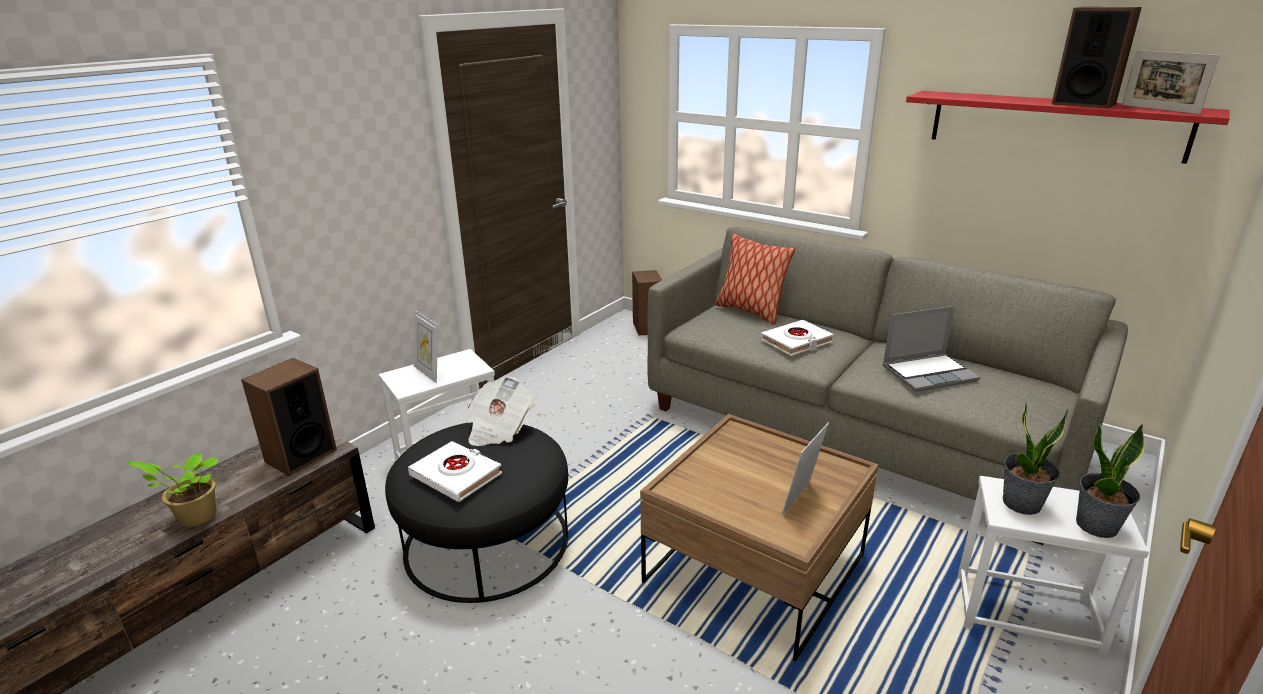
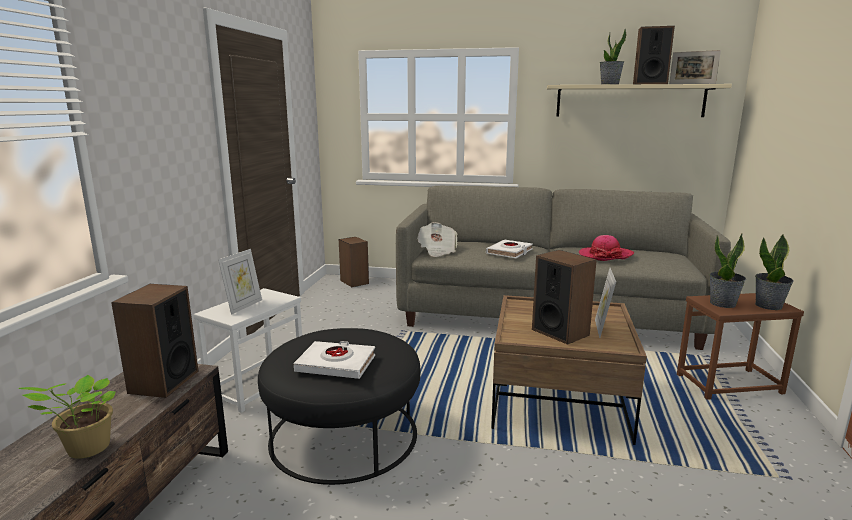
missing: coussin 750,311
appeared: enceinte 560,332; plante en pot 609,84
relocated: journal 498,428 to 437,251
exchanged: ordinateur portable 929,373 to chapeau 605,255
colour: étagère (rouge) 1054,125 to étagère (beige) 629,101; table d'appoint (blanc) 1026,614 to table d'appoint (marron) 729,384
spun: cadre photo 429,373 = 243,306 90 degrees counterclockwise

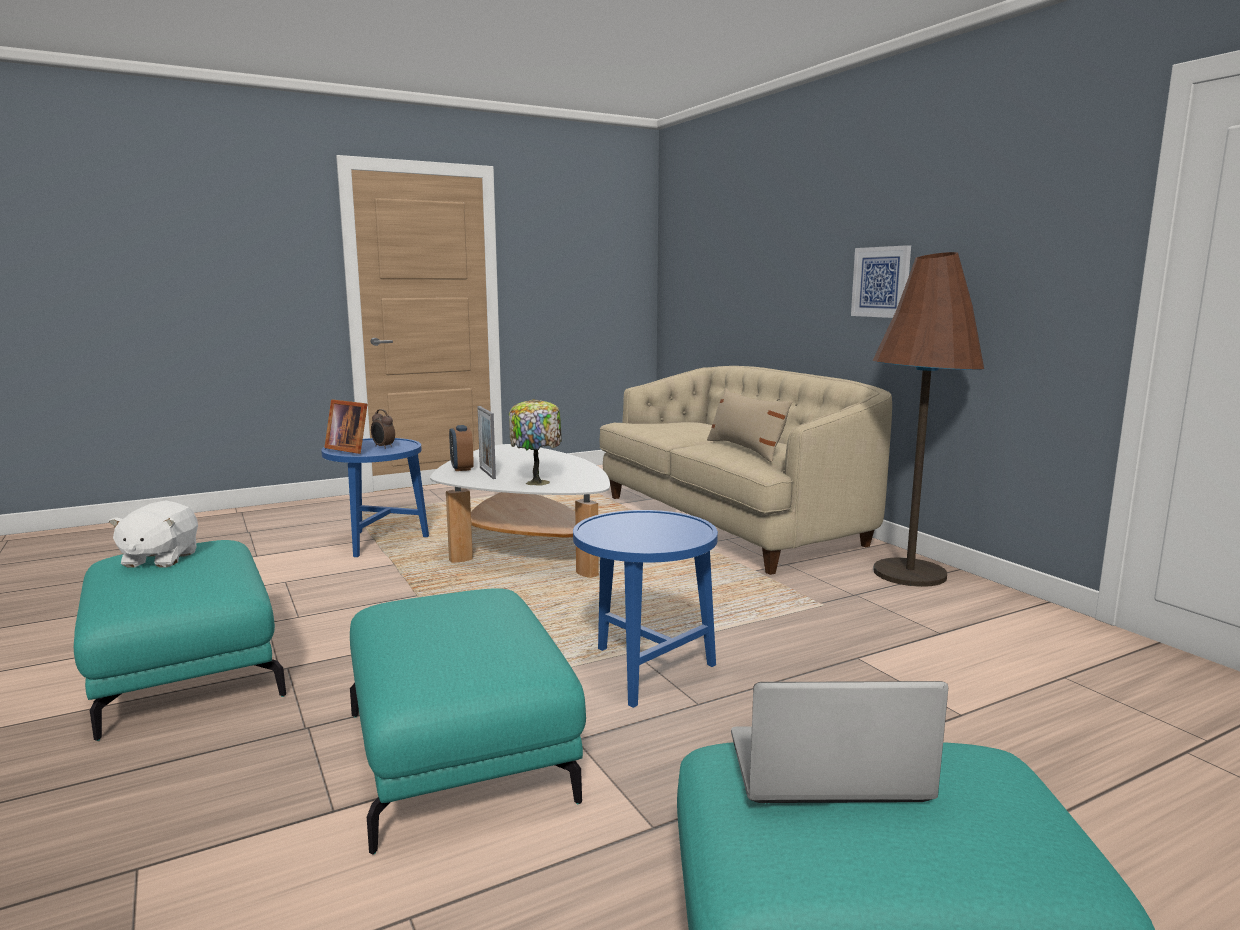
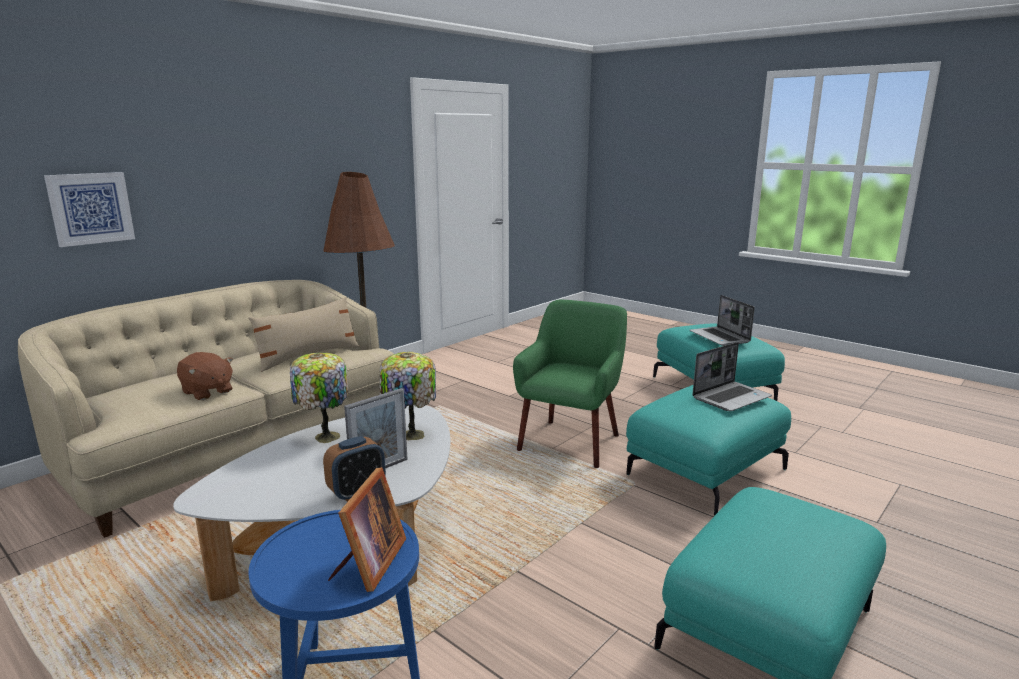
missing: peluche (blanc) 159,559; réveil 383,447
appeared: peluche (marron) 207,392; lampe de table 325,436; ordinateur portable 731,397
relocated: tableau 881,282 to 91,208
exchanged: table d'appoint (bleu) 644,670 to fauteuil (vert) 571,442

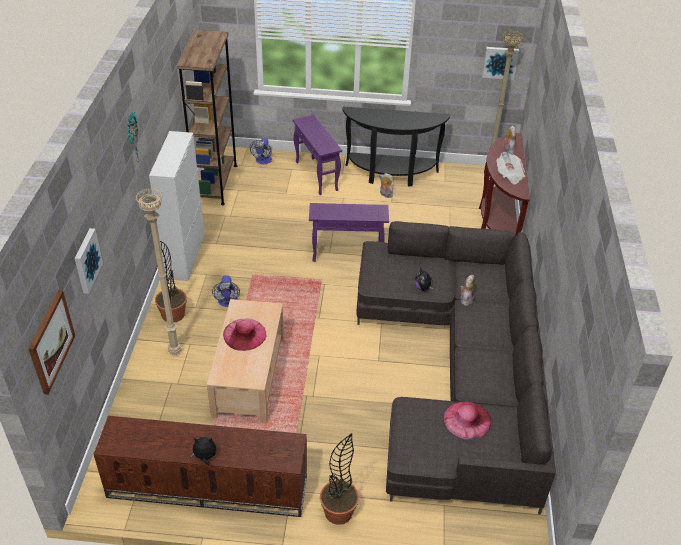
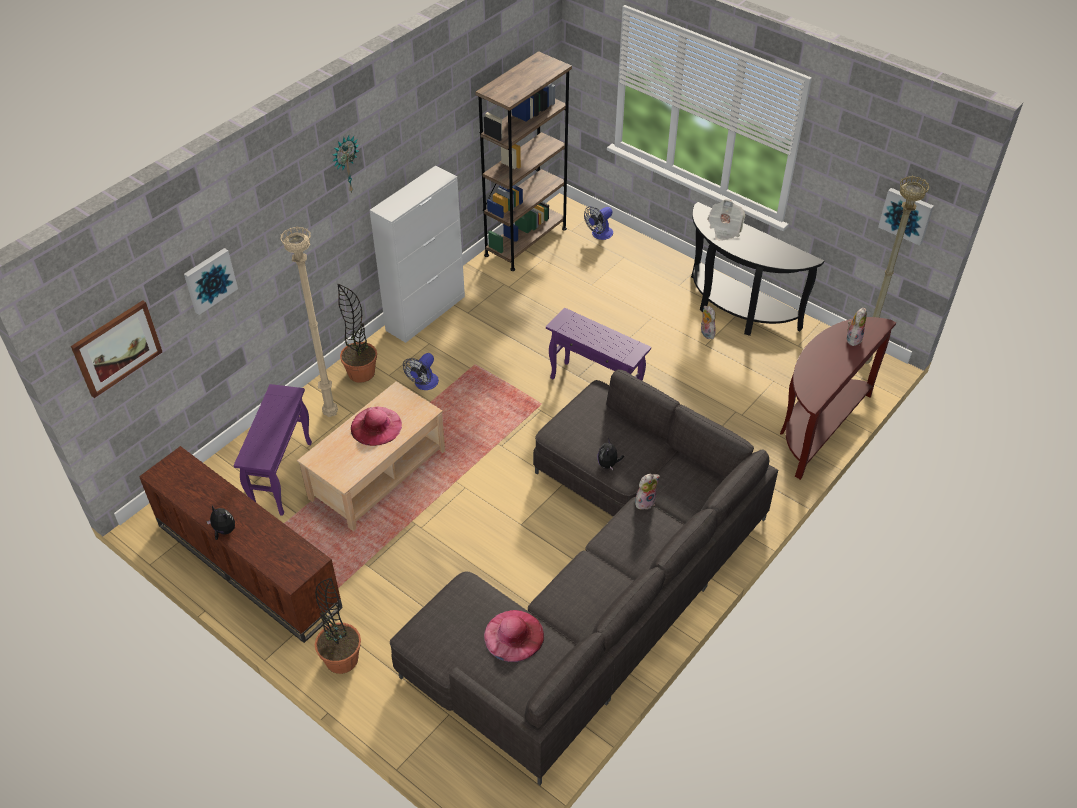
relocated: table d'appoint (violet) 316,176 to 283,476; journal 509,175 to 724,229

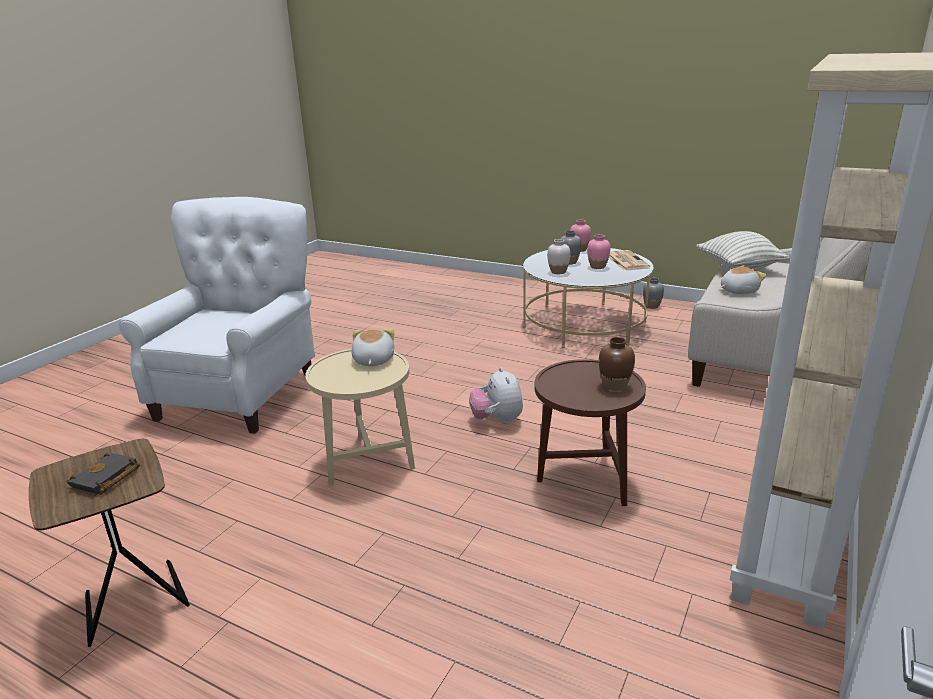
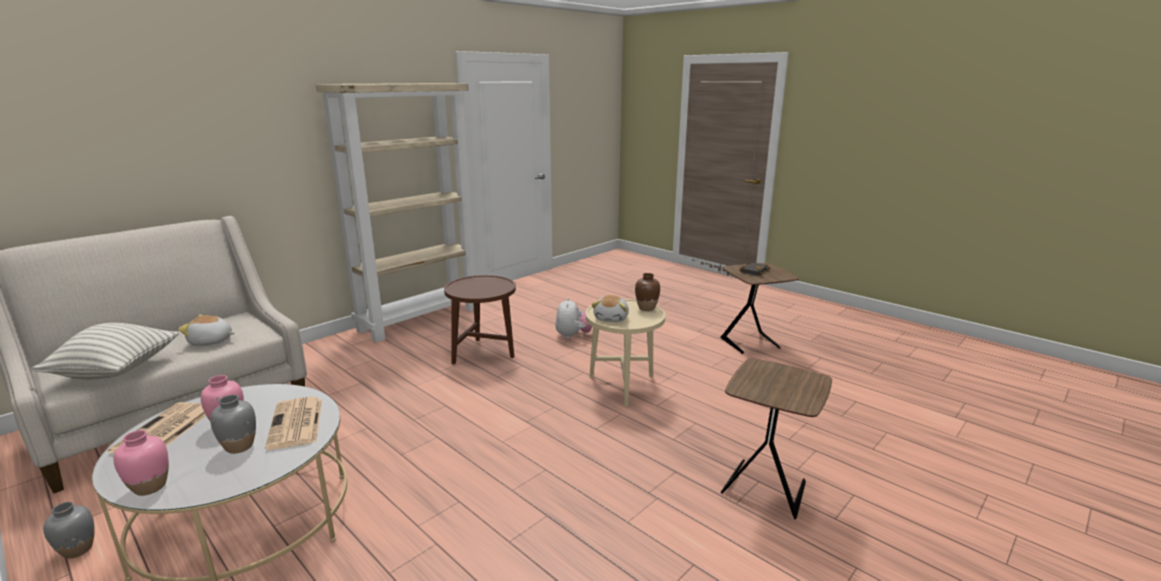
relocated: peluche 497,420 to 573,336; vase (marron) 614,385 to 647,308
exchanged: fauteuil (blanc) 242,393 to table d'appoint (marron) 765,486; vase (blanc) 558,272 to journal 296,424

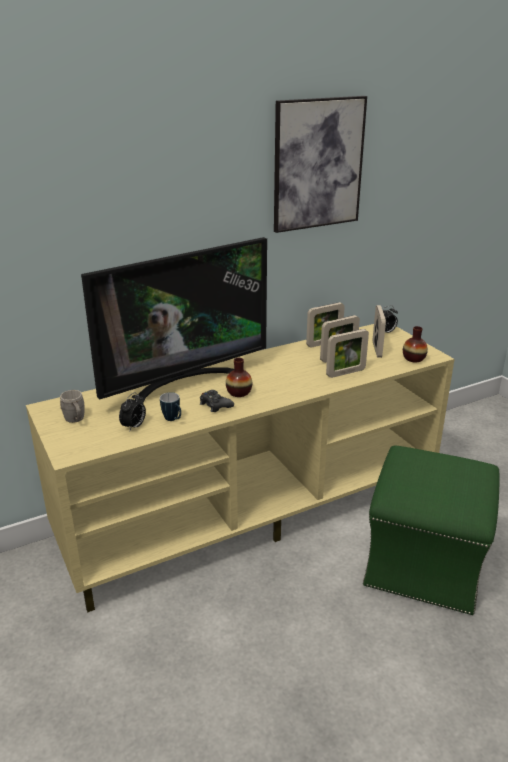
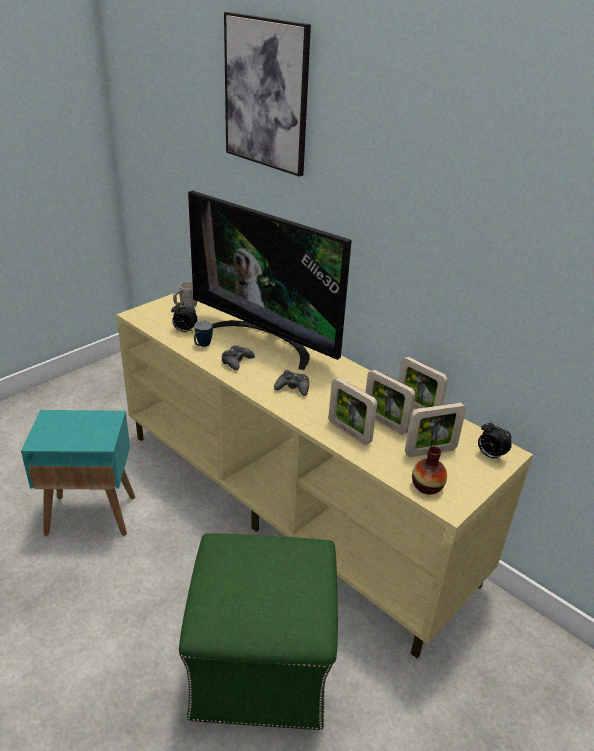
missing: vase 239,392
appeared: table d'appoint (turquoise) 92,515; manette (noir) 293,388
relocated: tableau 318,164 to 266,94

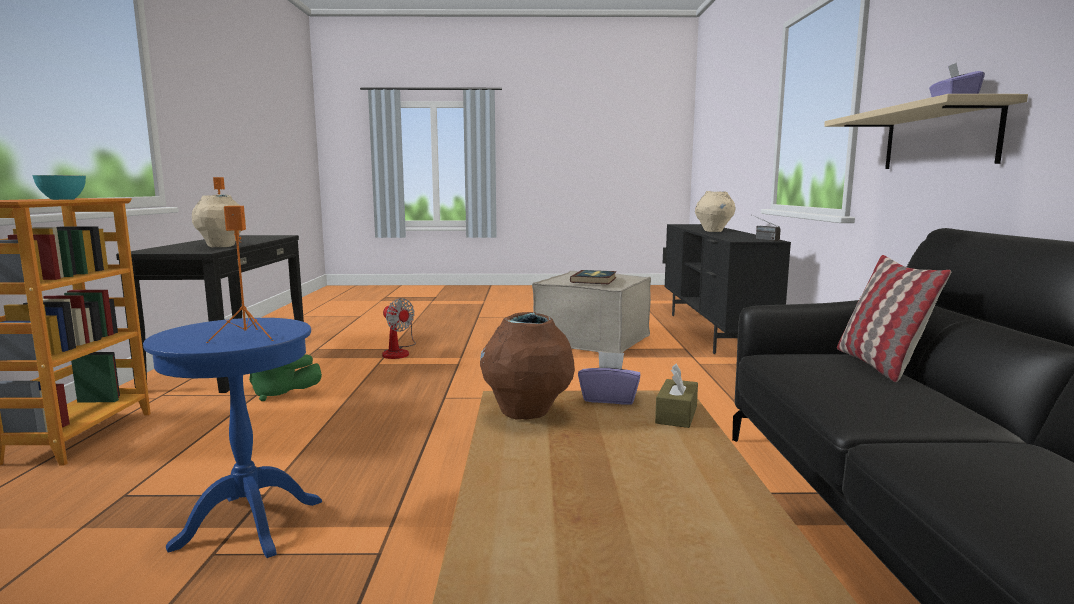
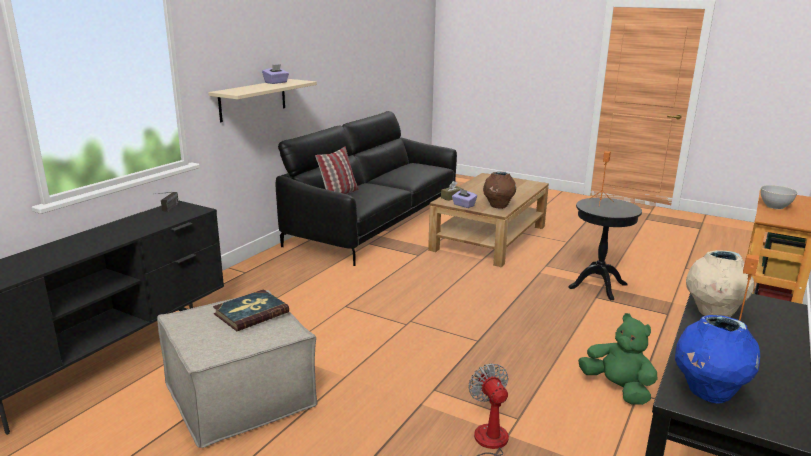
missing: vase (beige) 713,231
appeared: vase (bleu) 707,392
colour: bol (turquoise) 62,199 to bol (gris) 775,206; table d'appoint (bleu) 249,524 to table d'appoint (noir) 597,286

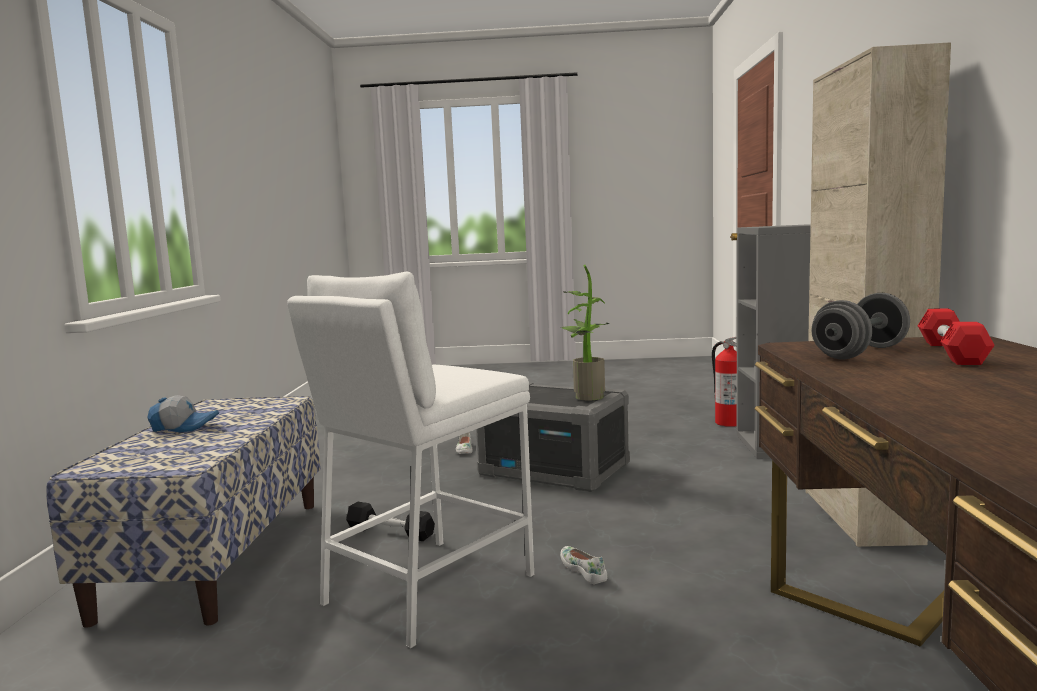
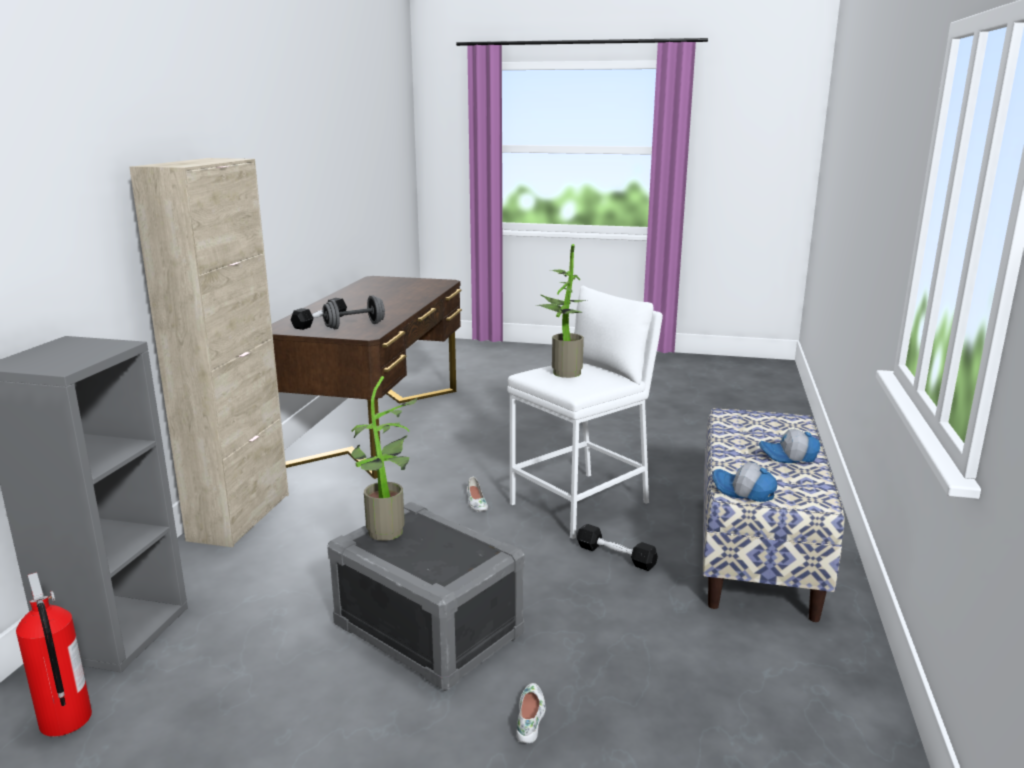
appeared: plante en pot 562,372; casquette 743,492
colour: haltère (rouge) 951,352 to haltère (noir) 320,322

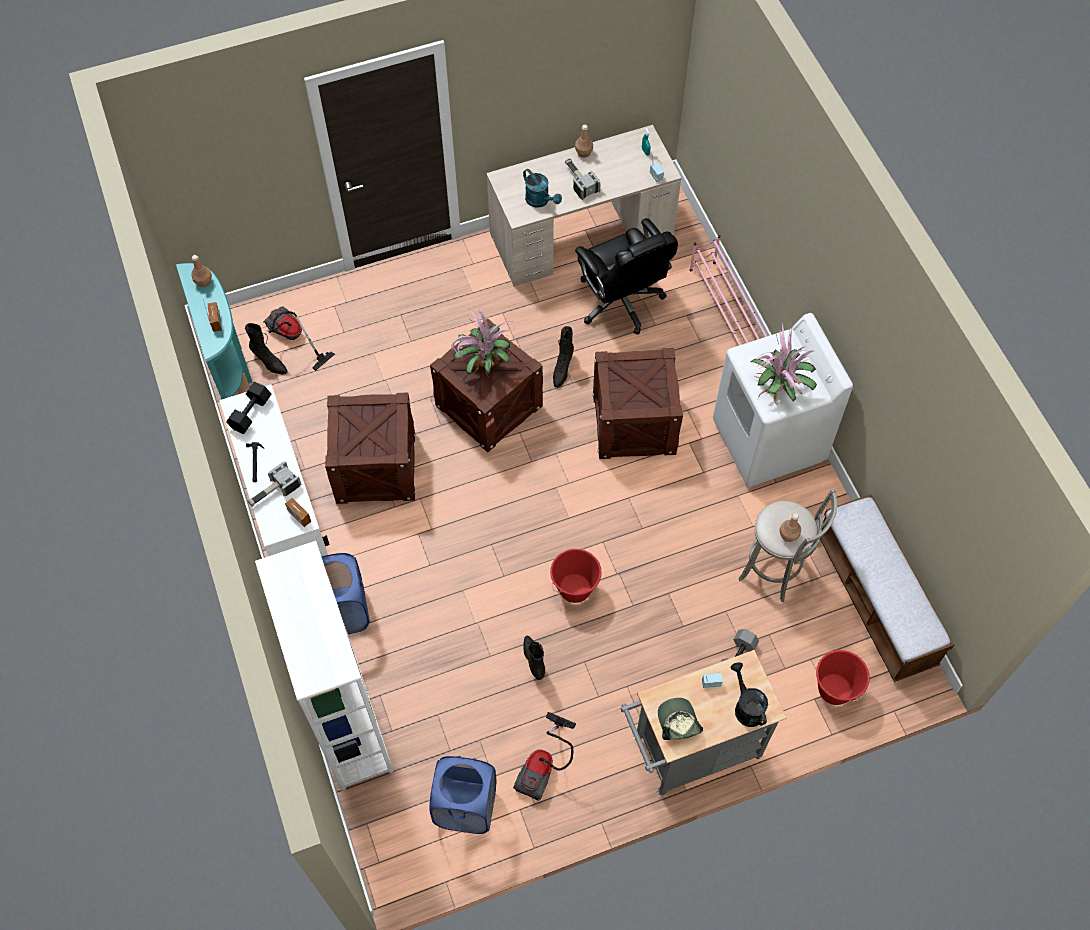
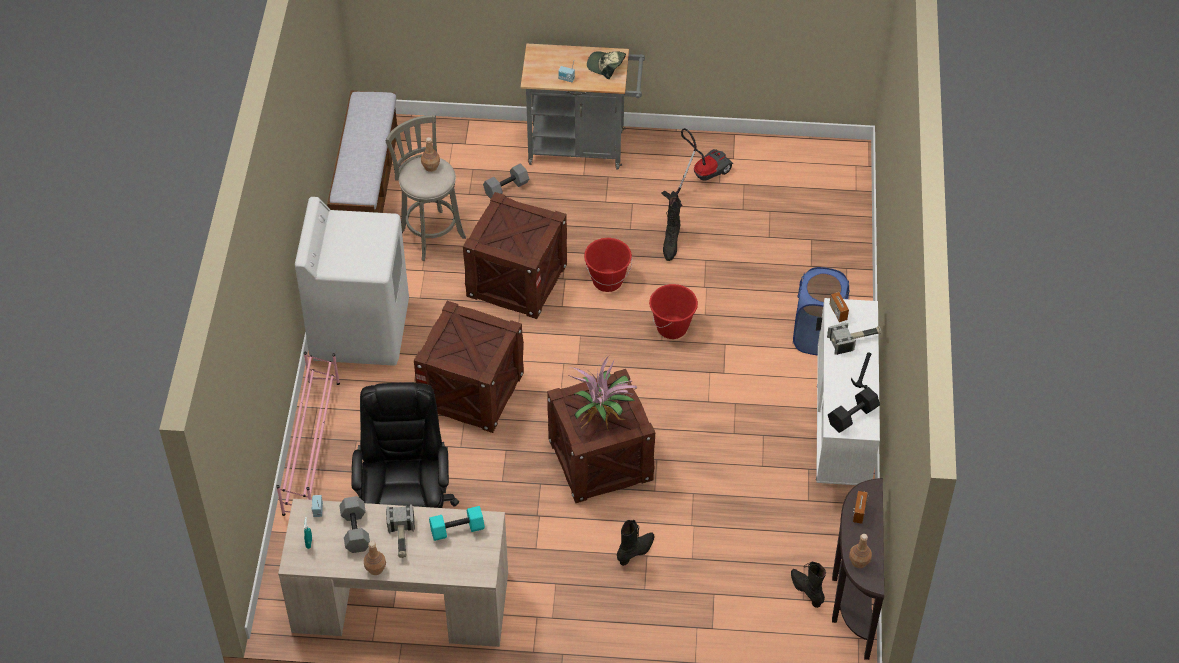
missing: bibliothèque (blanc) 348,721; aspirateur 292,338; panier à linge (bleu) 465,807; arrosoir (noir) 746,706; plante en pot 778,390
appeared: haltère (gris) 356,531
relocated: caisse 376,467 to 516,280; botte (noir) 562,369 to 636,552; seau (rouge) 834,689 to 672,328
exchanged: arrosoir (turquoise) 540,201 to haltère (turquoise) 457,530
colour: table console (turquoise) 230,368 to table console (marron) 851,601
spun: casquette 678,722 = 606,66 105 degrees clockwise

